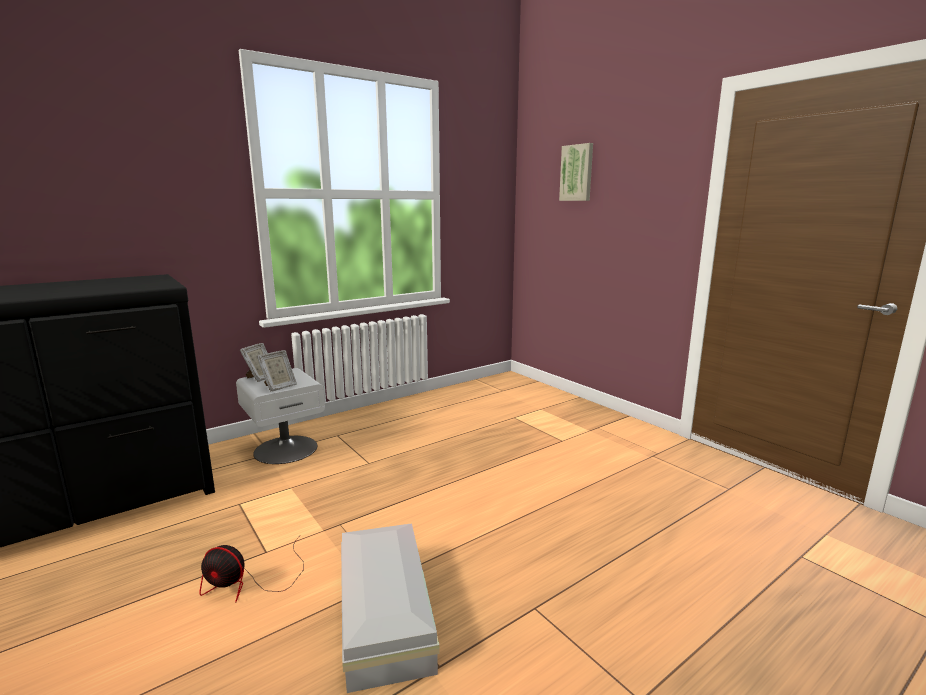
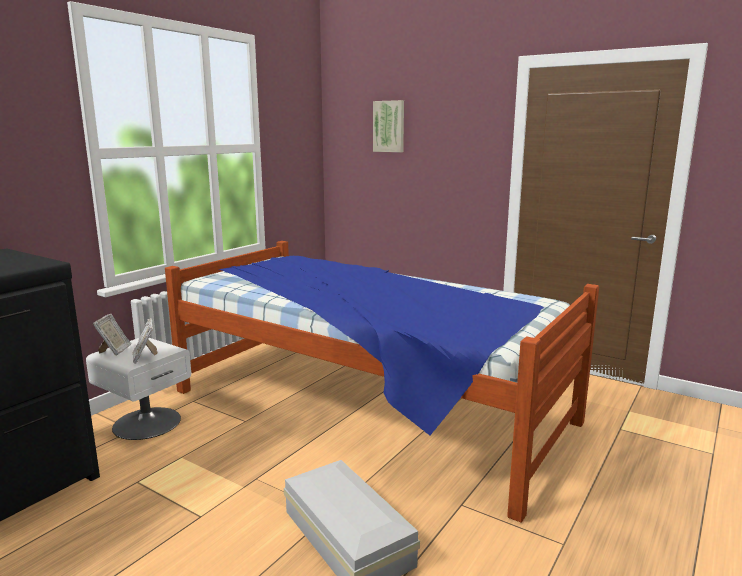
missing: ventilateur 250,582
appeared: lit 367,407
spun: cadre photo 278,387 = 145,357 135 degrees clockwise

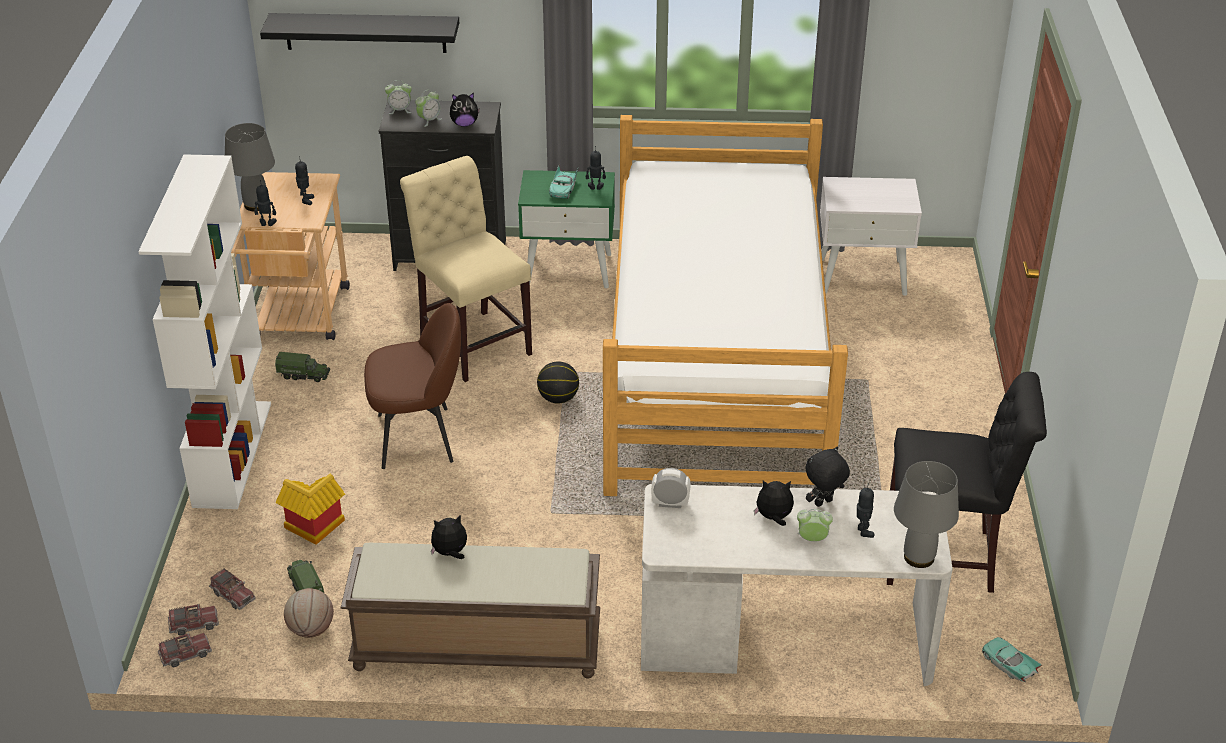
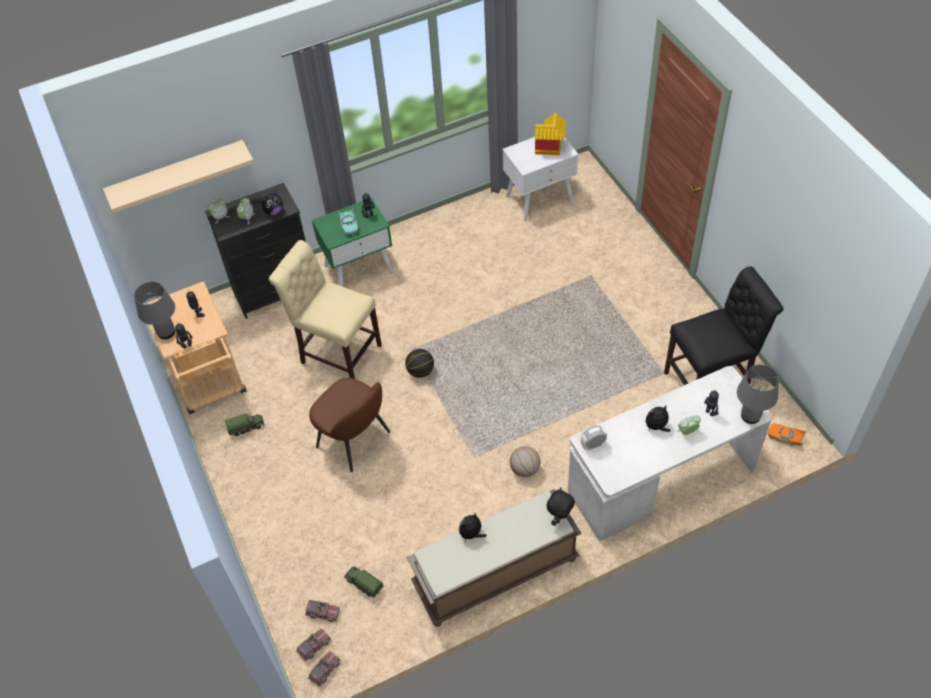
missing: bibliothèque (blanc) 232,453; lit 717,366
relocated: maison miniature 313,529 to 550,148; ballon de basket 311,629 to 524,469; peluche (noir) 824,503 to 560,518
colour: étagère (noir) 365,32 to étagère (beige) 177,174; petite voiture (turquoise) 1008,665 to petite voiture (orange) 785,437
spun: chaise (marron) 418,437 = 355,440 75 degrees clockwise

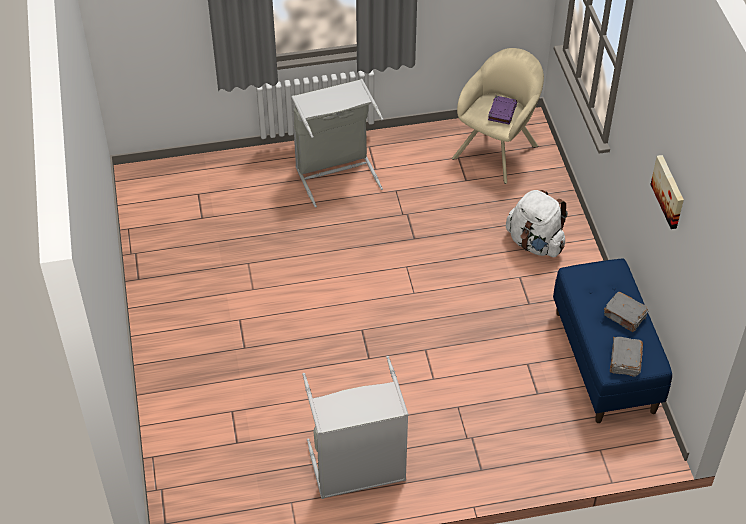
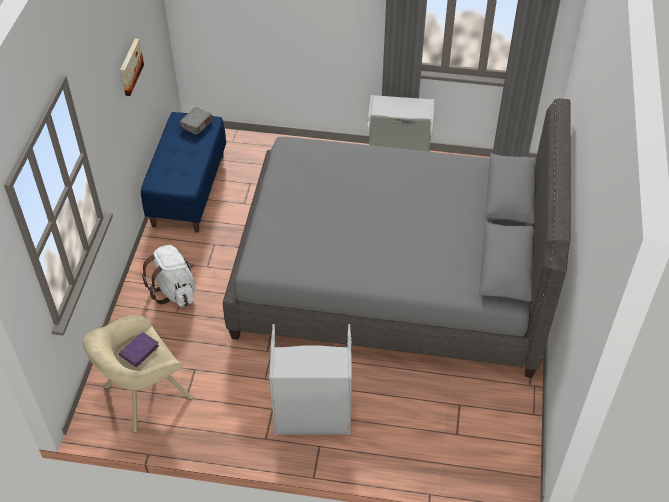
missing: livre (gris) 625,316
appeared: lit (gris) 392,276

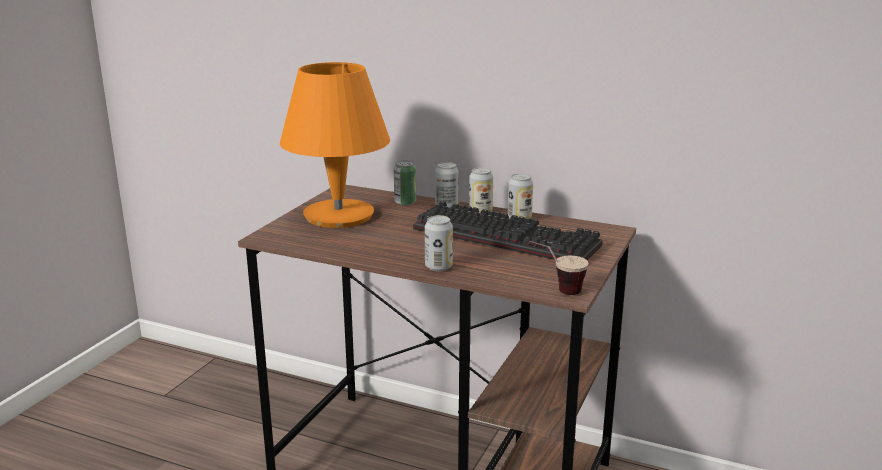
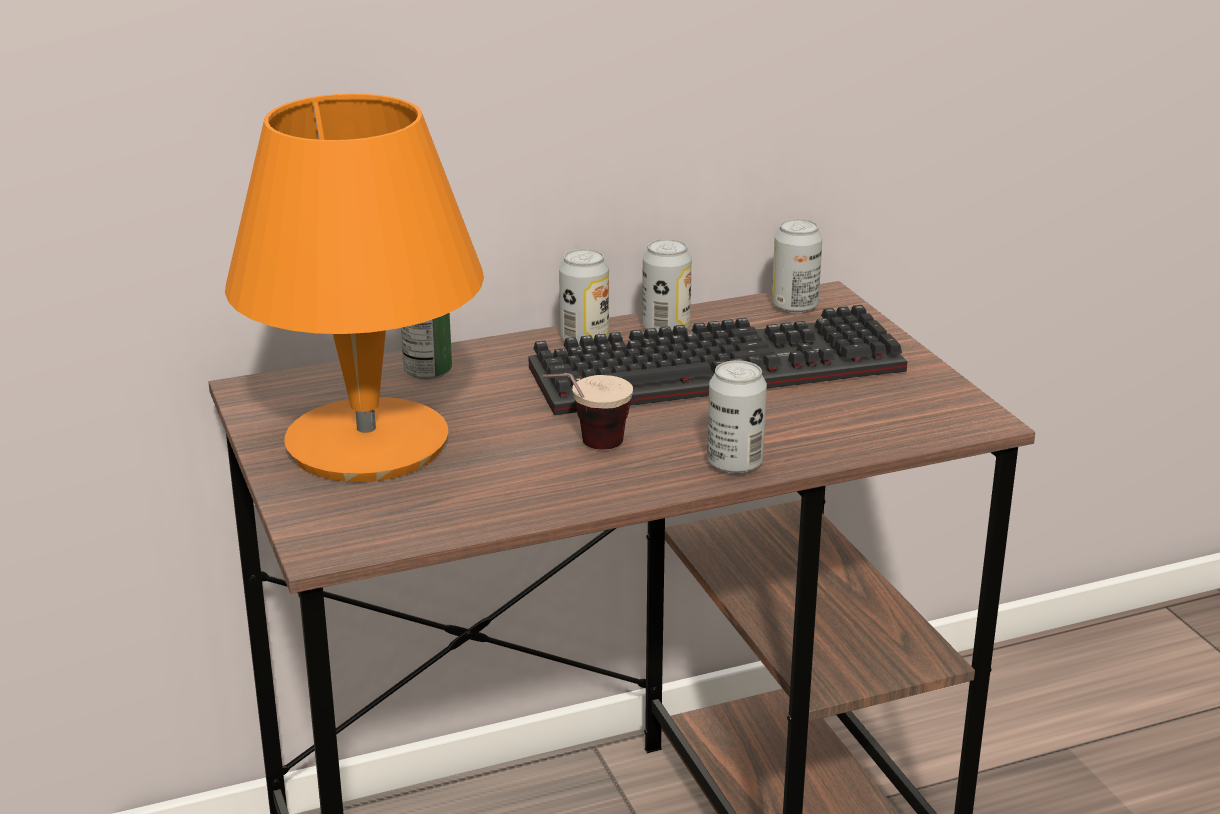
relocated: boîte métallique 446,205 to 794,306; tasse 556,291 to 584,450

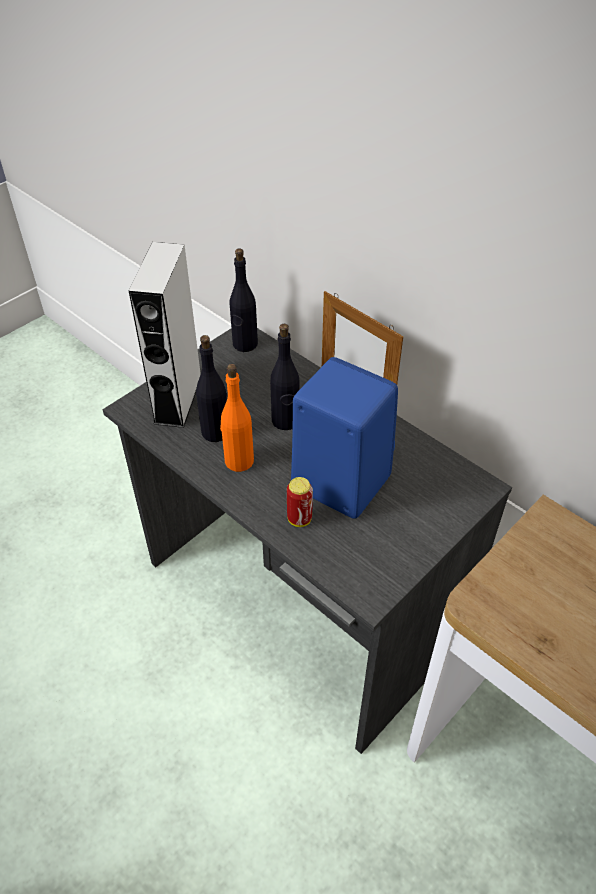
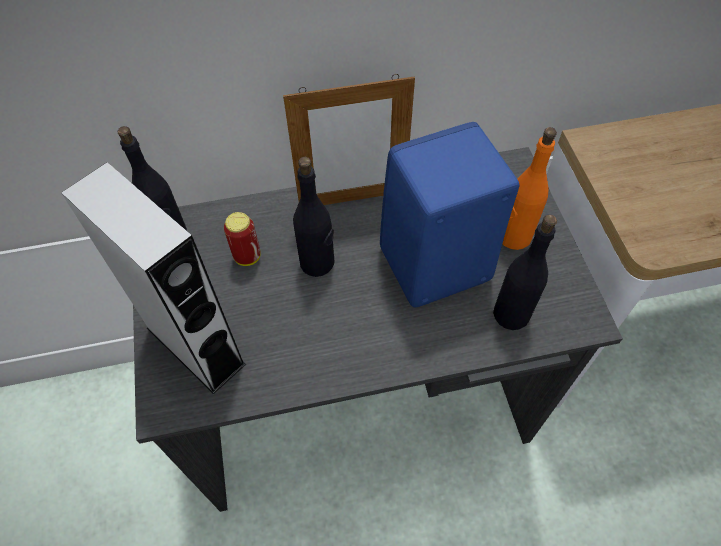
relocated: bouteille (noir) 216,432 to 511,314; bouteille (orange) 239,461 to 513,236; boîte métallique 299,519 to 247,257

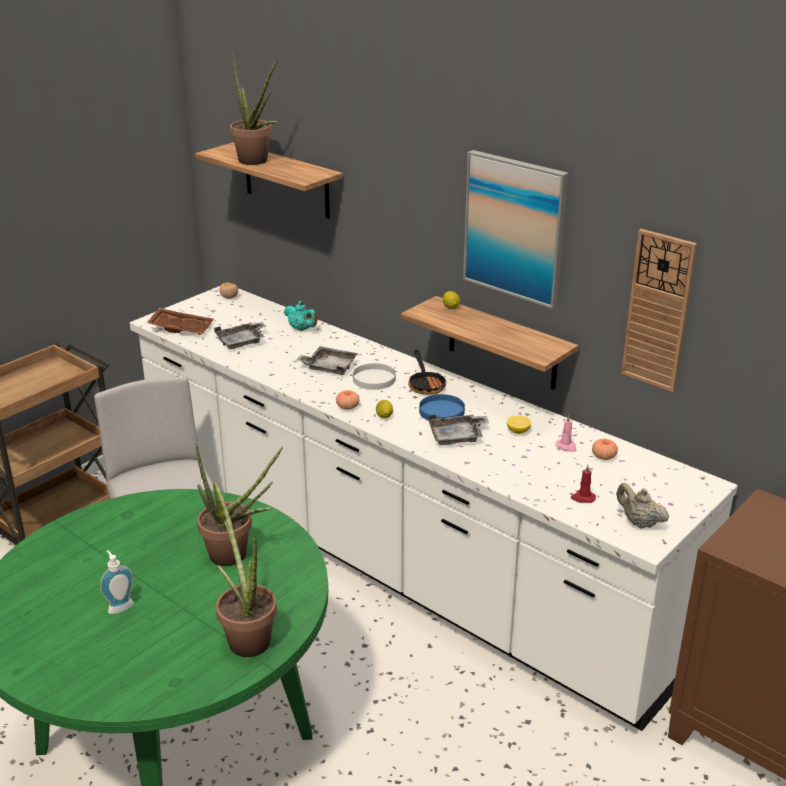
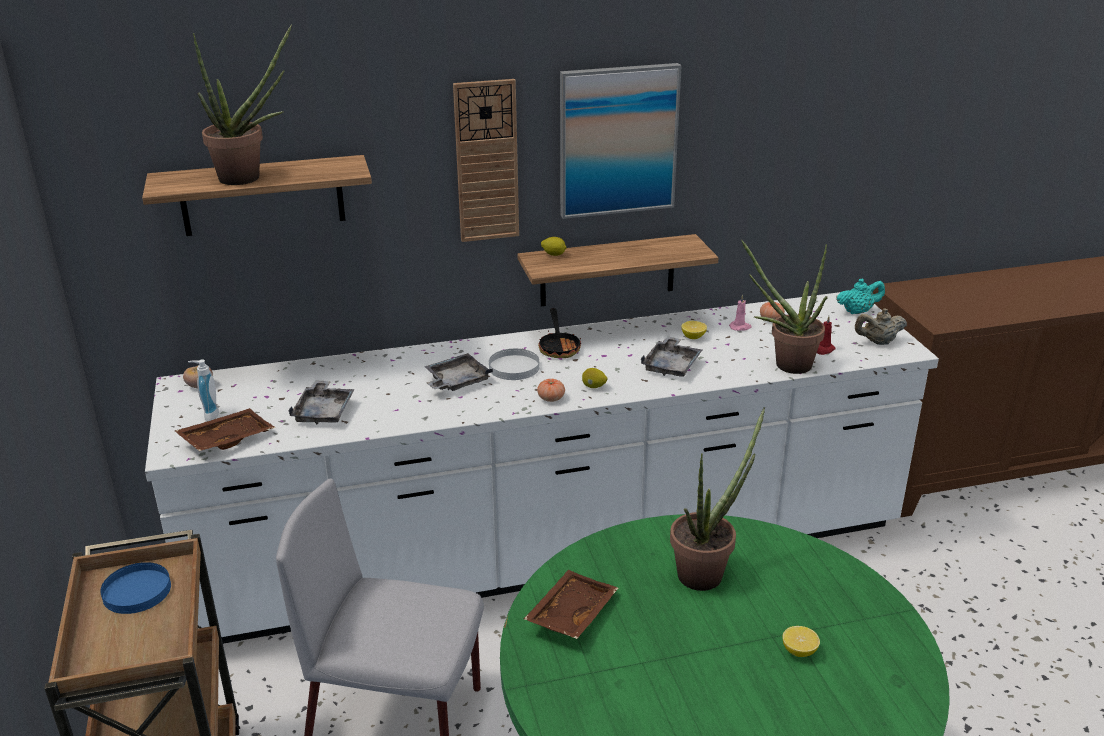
appeared: plateau (marron) 570,613; citron 799,651
relocated: distributeur de savon 119,606 to 208,415; plante en pot 246,636 to 785,364; théière (turquoise) 301,329 to 858,311; assiette (bleu) 441,411 to 136,591; horloge murale 658,311 to 486,161
spun: poêle 426,384 = 559,347 60 degrees clockwise

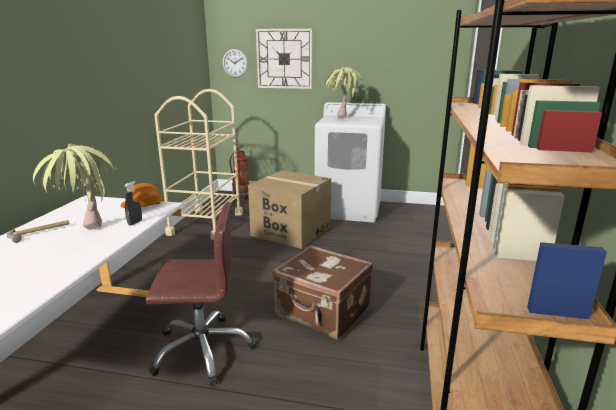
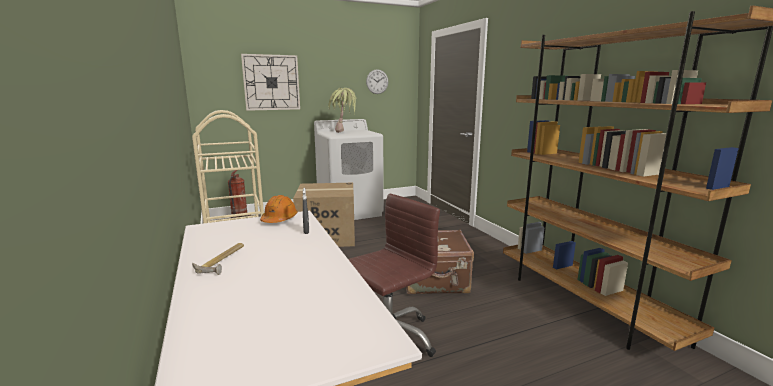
missing: plante en pot 86,236
relocated: horloge murale 235,63 to 377,81

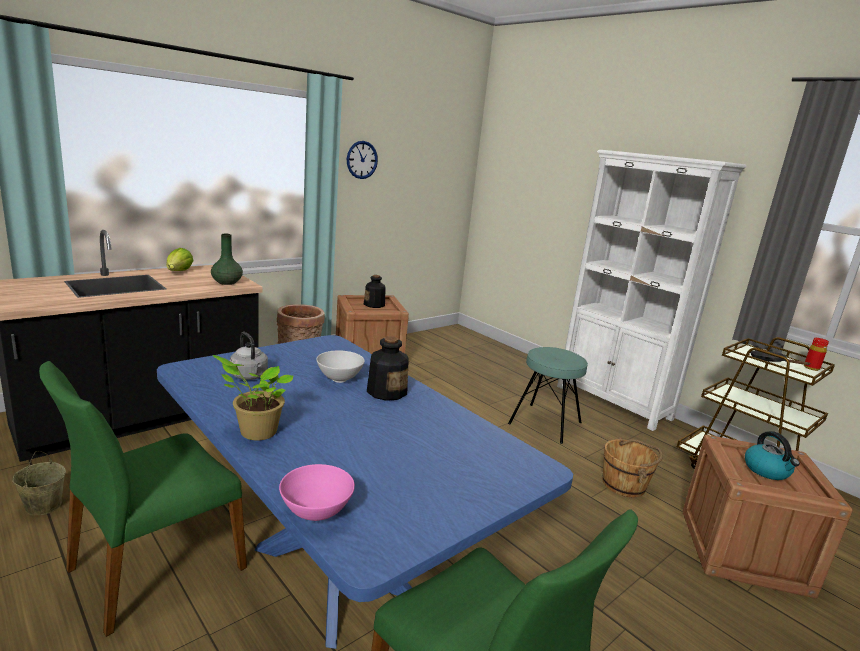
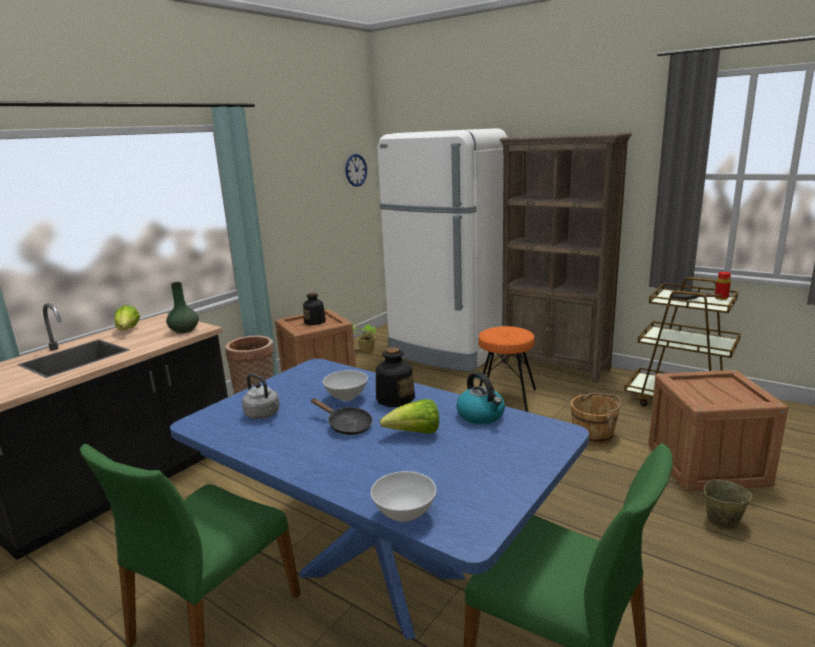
appeared: poêle (noir) 346,426; réfrigérateur (blanc) 446,352; laitue 415,433
relocated: seau (beige) 43,506 to 722,521; plante en pot 255,432 to 365,350; horloge murale 362,160 to 356,170; bouilloire 767,471 to 481,415
colour: bol (rose) 317,513 to bol (blanc) 405,515; tabouret (turquoise) 545,423 to tabouret (orange) 505,397; bibliothèque (blanc) 613,402 to bibliothèque (marron) 555,365

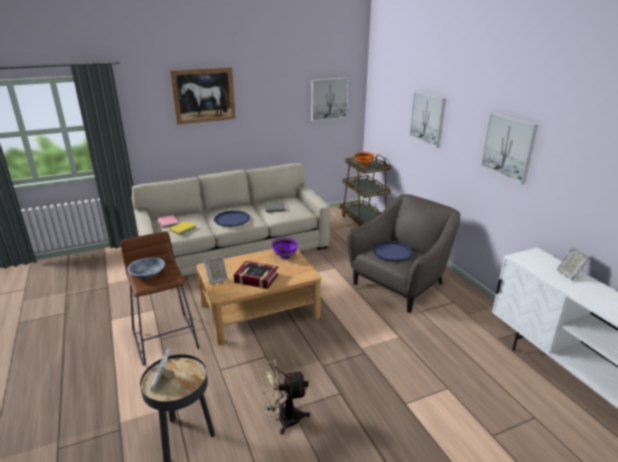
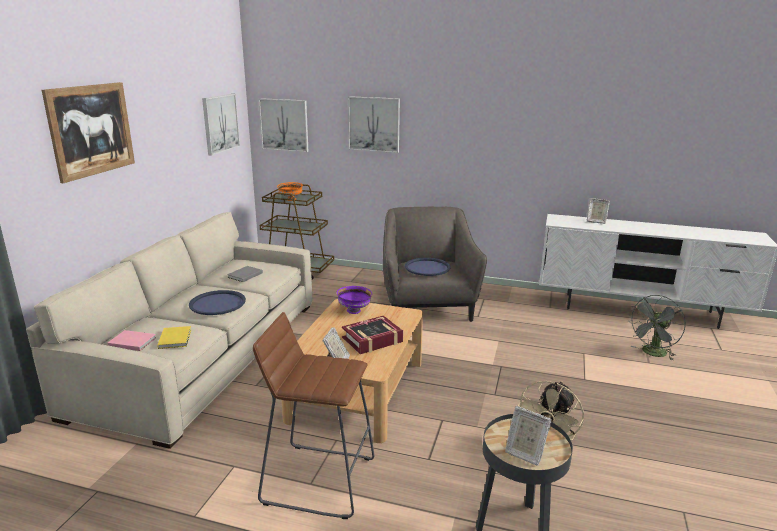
missing: bol 147,274
appeared: ventilateur (gris) 652,354
relocated: tableau 508,147 to 284,125

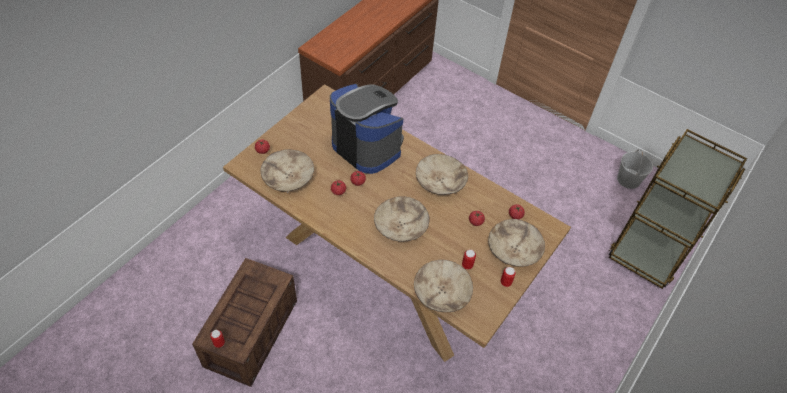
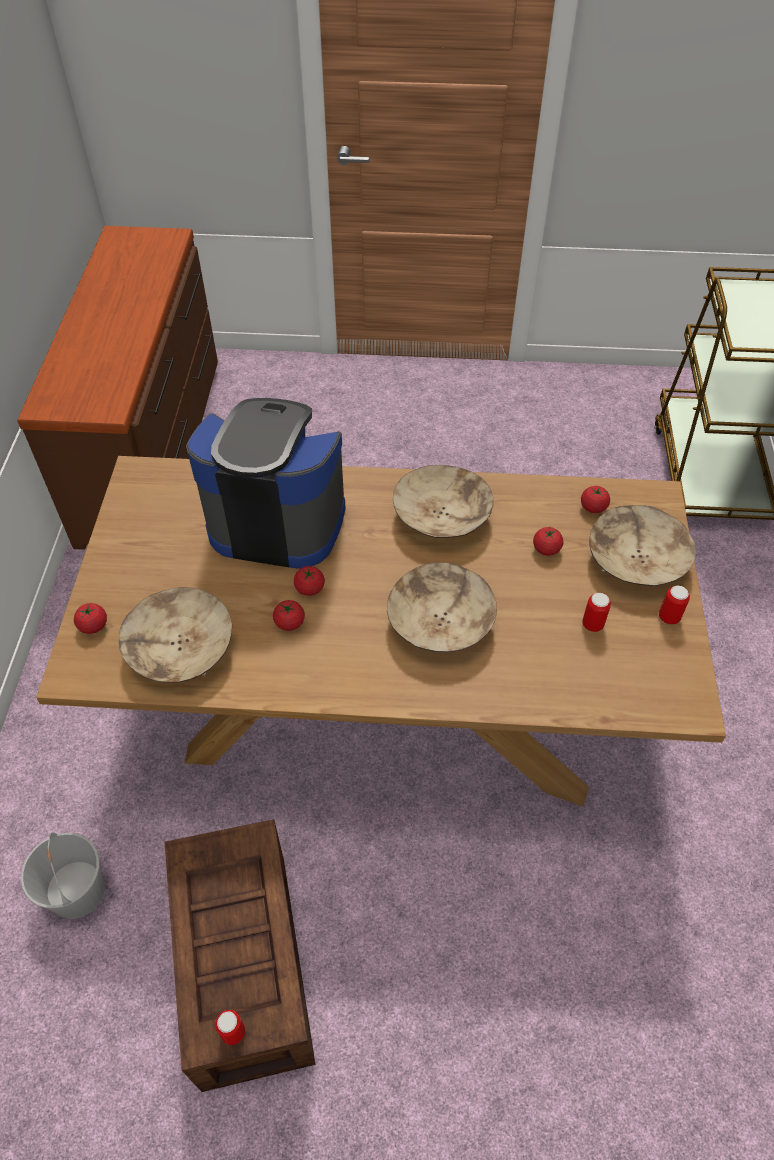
missing: bol (beige) 441,293
relocated: seau (blanc) 628,179 to 76,890

